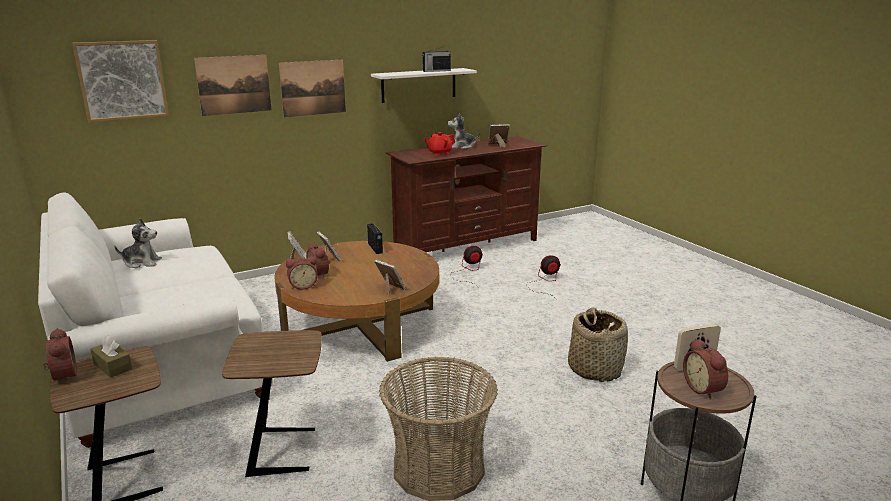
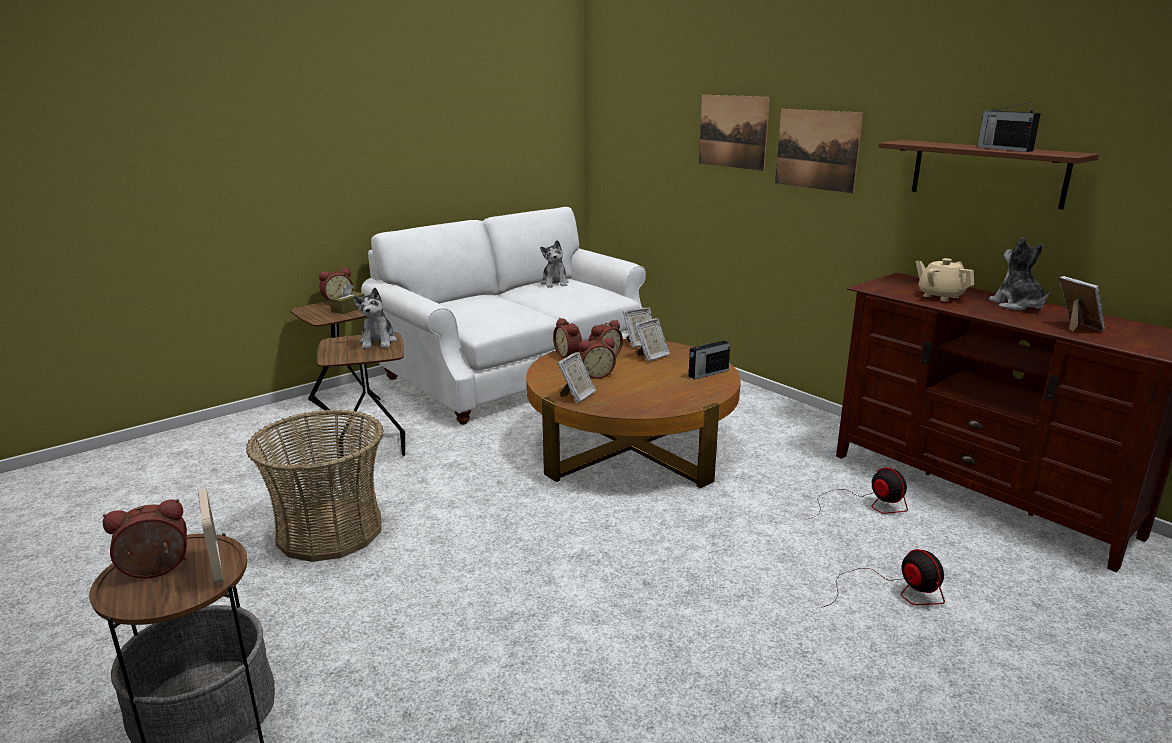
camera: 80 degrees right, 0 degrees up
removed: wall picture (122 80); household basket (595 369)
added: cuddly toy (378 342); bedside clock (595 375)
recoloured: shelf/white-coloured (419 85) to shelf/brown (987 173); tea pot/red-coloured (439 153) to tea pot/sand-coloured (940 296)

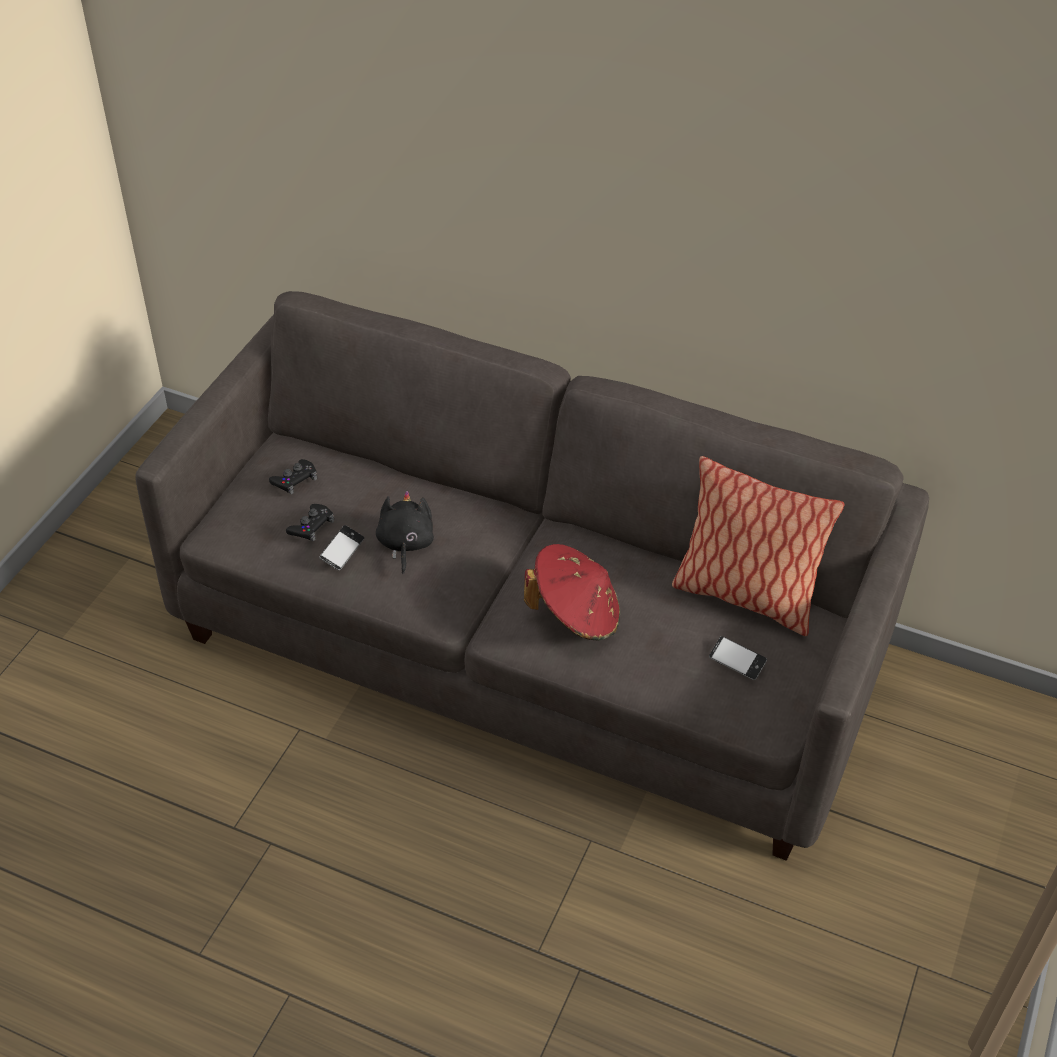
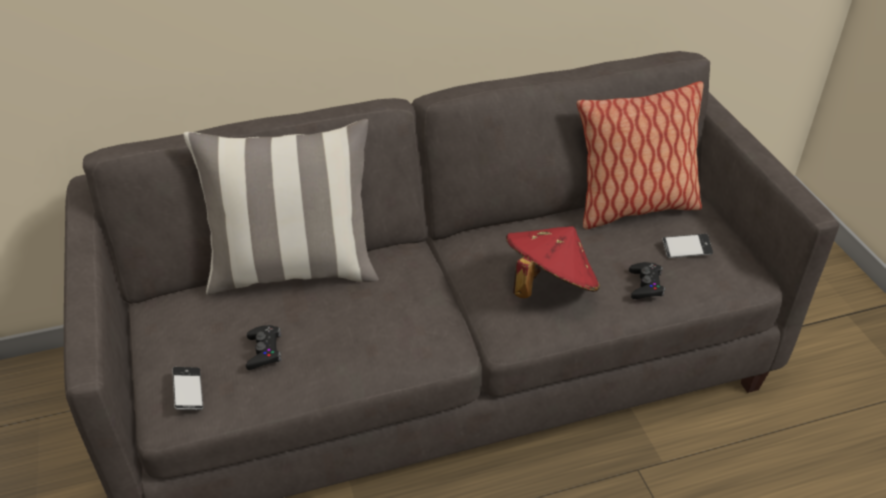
camera: 40 degrees left, 5 degrees down
removed: cuddly toy/blackish (405 544)
added: throw pillow (294 270)
moved: joypad/blackish (295 480) to (645 285); telephone (342 551) to (188 391)

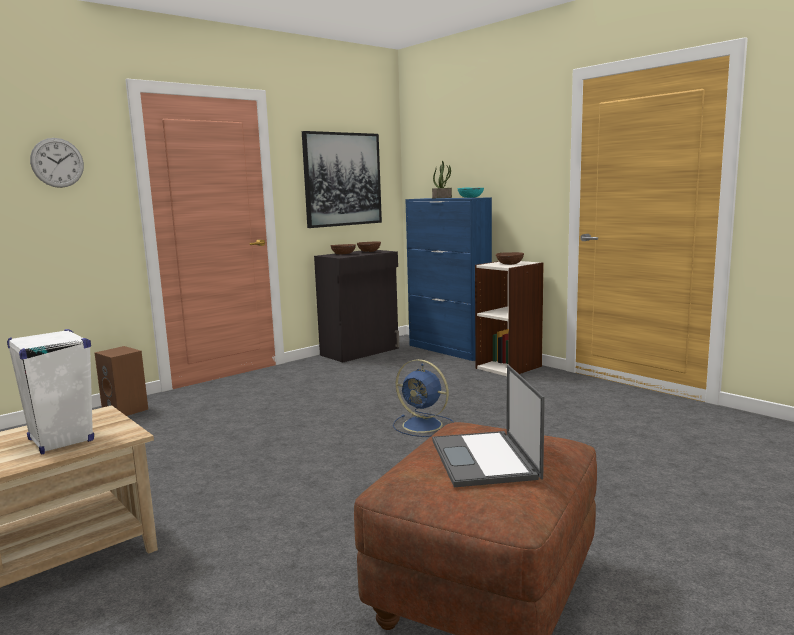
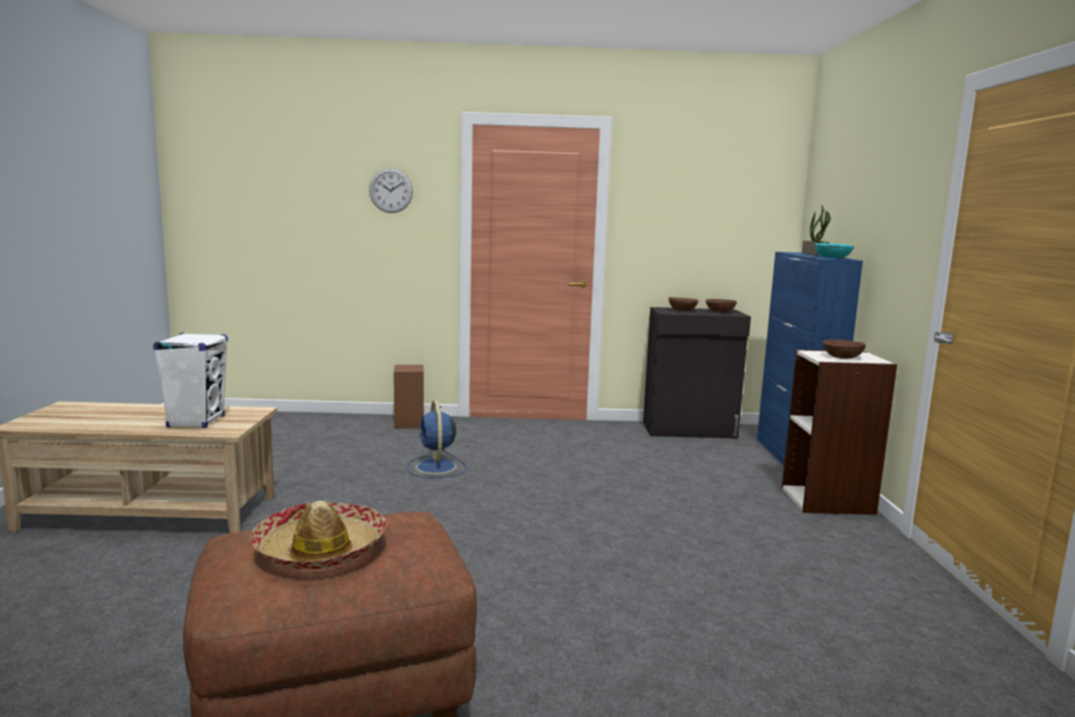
camera: 40 degrees right, 0 degrees up
removed: wall picture (342 179)
moved: fan/bluish (424 425) to (436 468)
replaced: portable computer (485 459) to clothing hat (321 549)

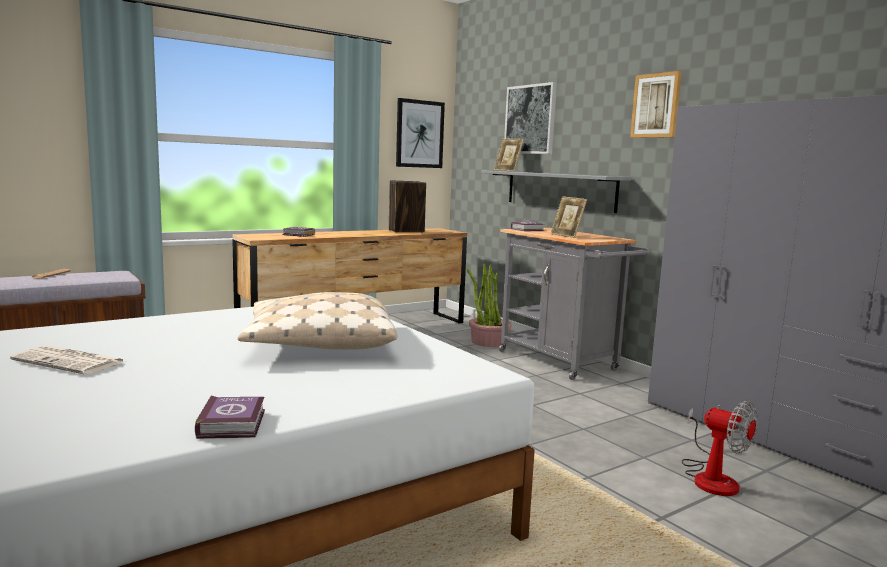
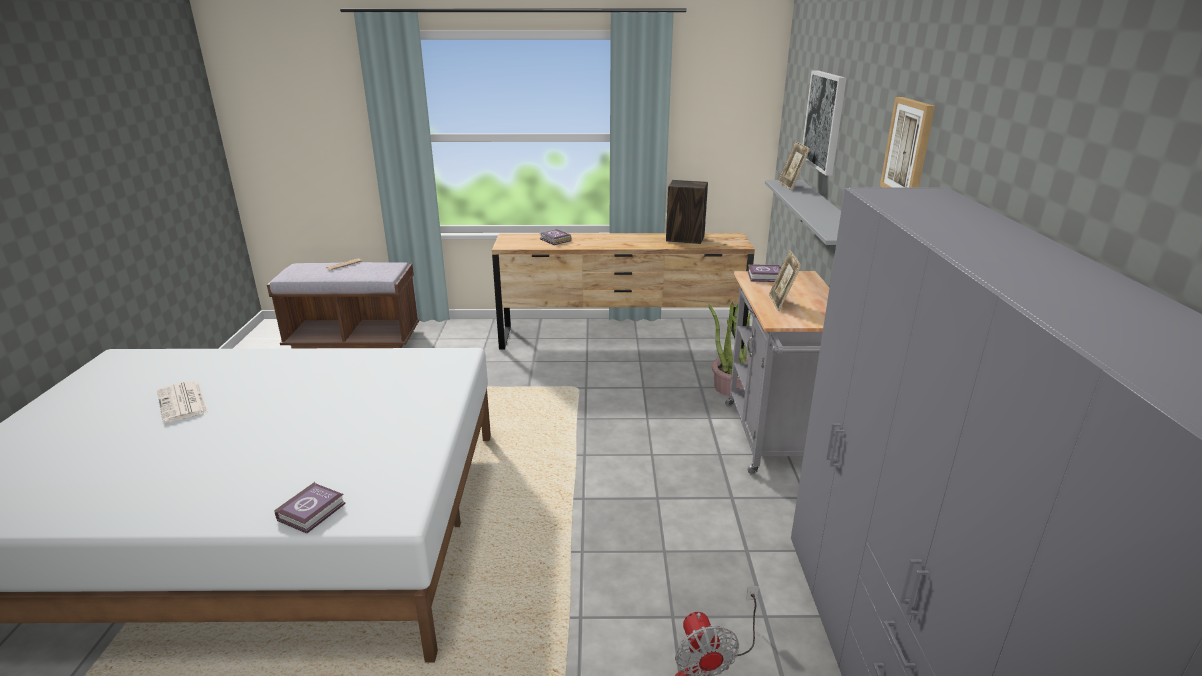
camera: 35 degrees right, 15 degrees up
removed: throw pillow/sand-coloured (318 342); wall picture (419 134)
moved: volume (234 423) to (313 511)

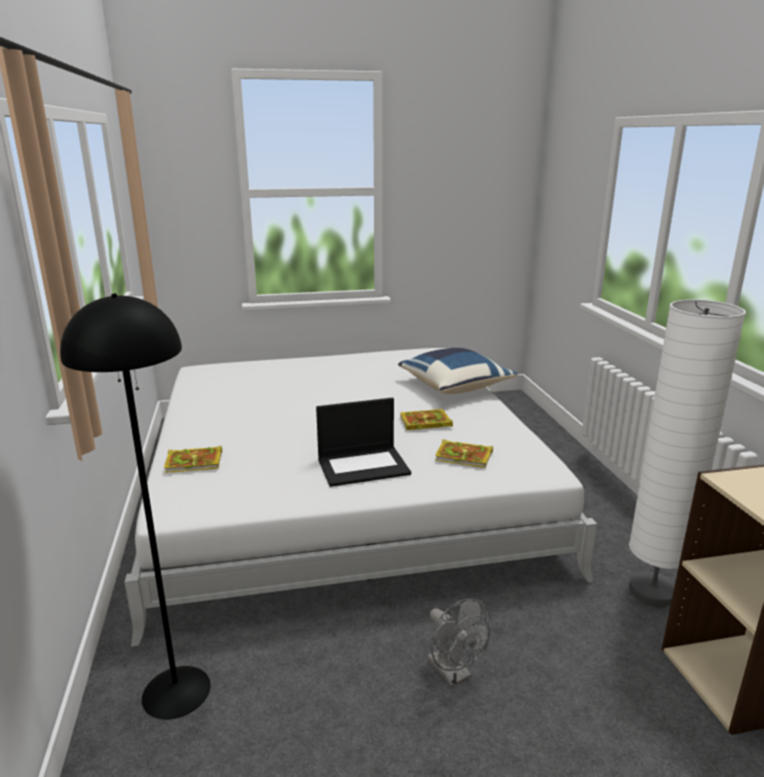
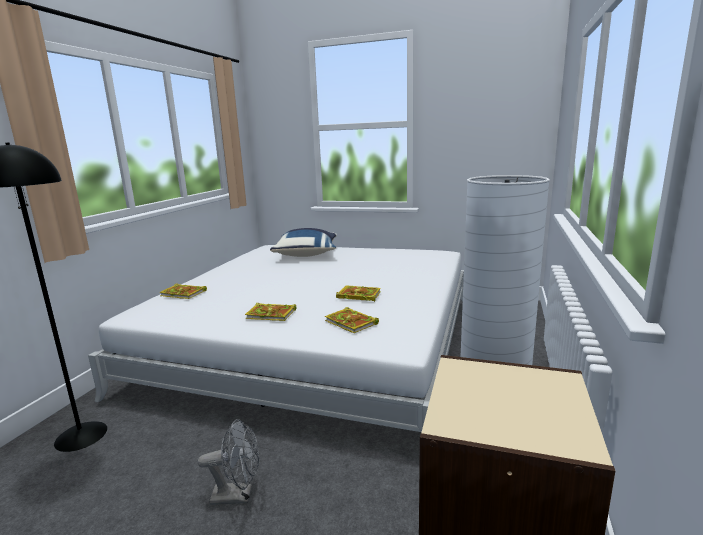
camera: 30 degrees right, 5 degrees down
moved: throw pillow/bluish (454 387) to (307 254)
replaced: portable computer (364 466) to volume (272 314)
turned: fan/greyish (454 673) = (238 495) 90 degrees counterclockwise

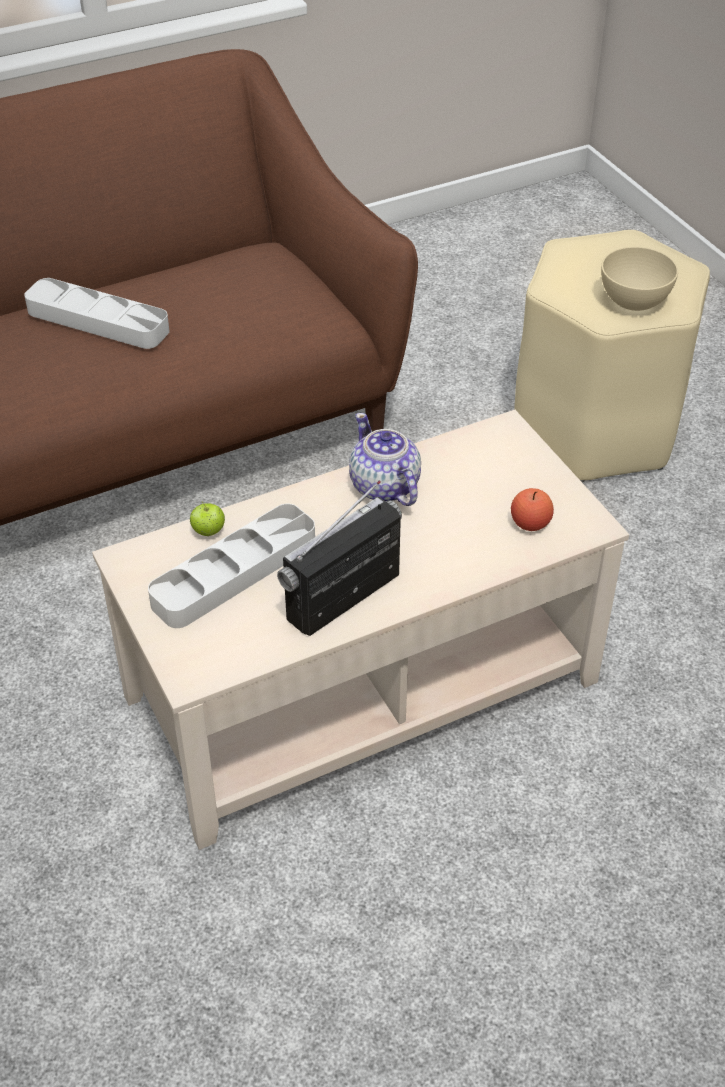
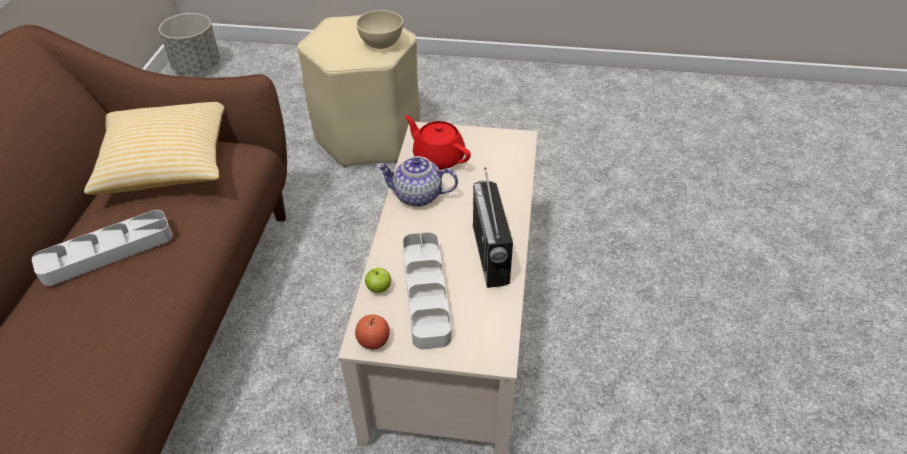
camera: 55 degrees left, 0 degrees up
added: throw pillow (167 165); plant pot/greyish (197 67); tea pot/red-coloured (438 157)
moved: whole apple (530 523) to (373 341)

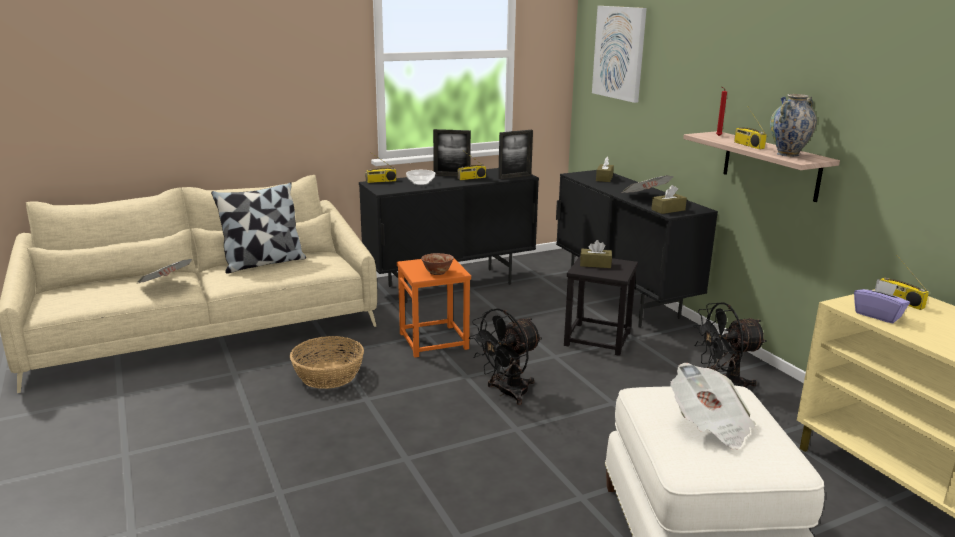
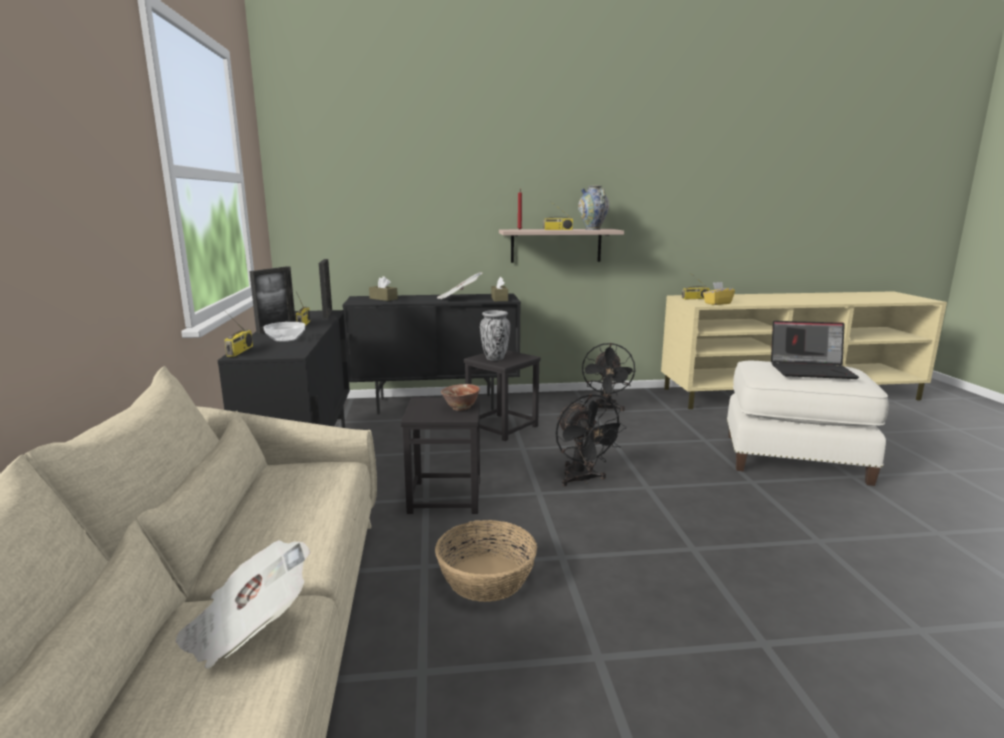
camera: 70 degrees left, 5 degrees down
removed: throw pillow (263 263); wall picture (619 53)
replaced: tissue box/brown (595 264) to vase (495 358); daily paper (710 425) to portable computer (812 370)
recoloured: sitting stool/orange-coloured (434 341) to sitting stool/blackish (445 496); tissue box/purple (878 315) to tissue box/yellowish (717 303)

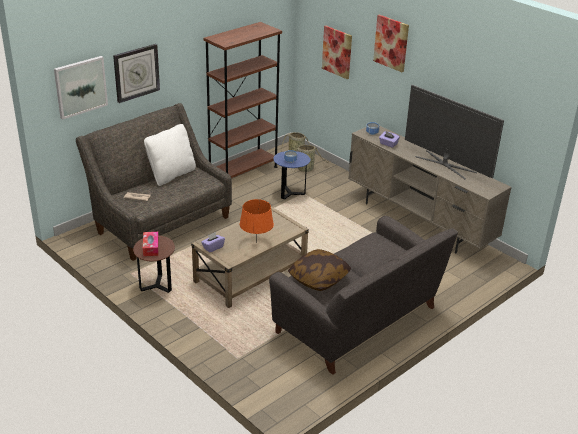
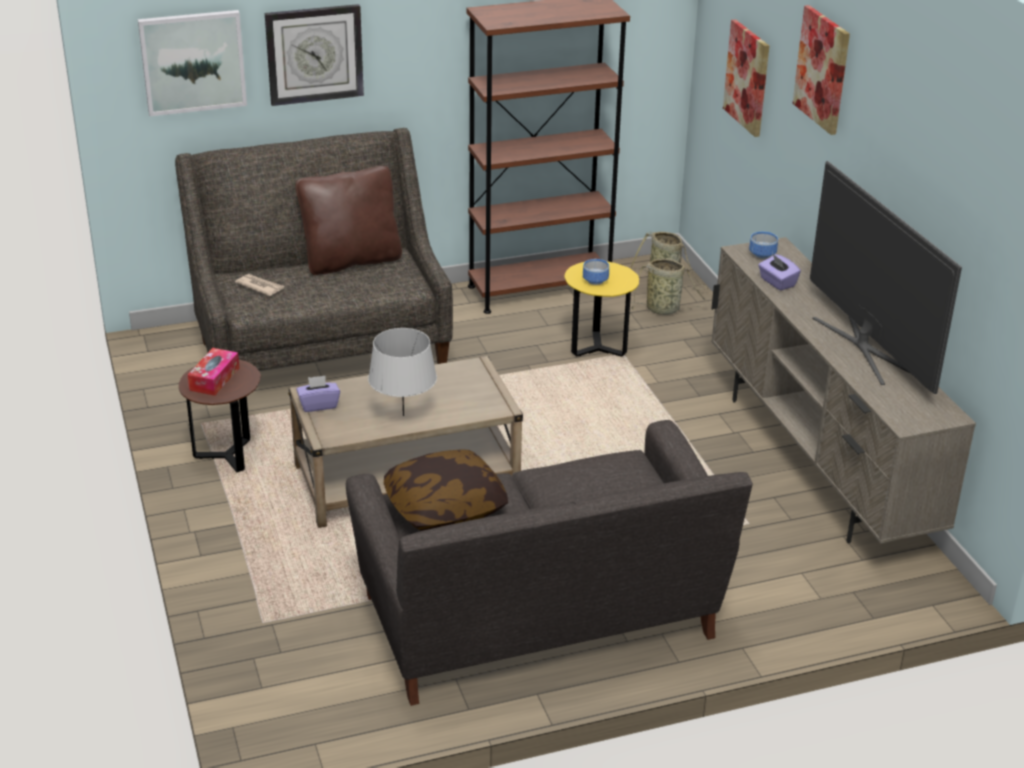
camera: 25 degrees right, 0 degrees up
recoloured: throw pillow/white-coloured (171 175) to throw pillow/brown (351 261); table lamp/orange-coloured (256 243) to table lamp/greyish (403 415); end table/bluish (290 193) to end table/yellowish (598 348)

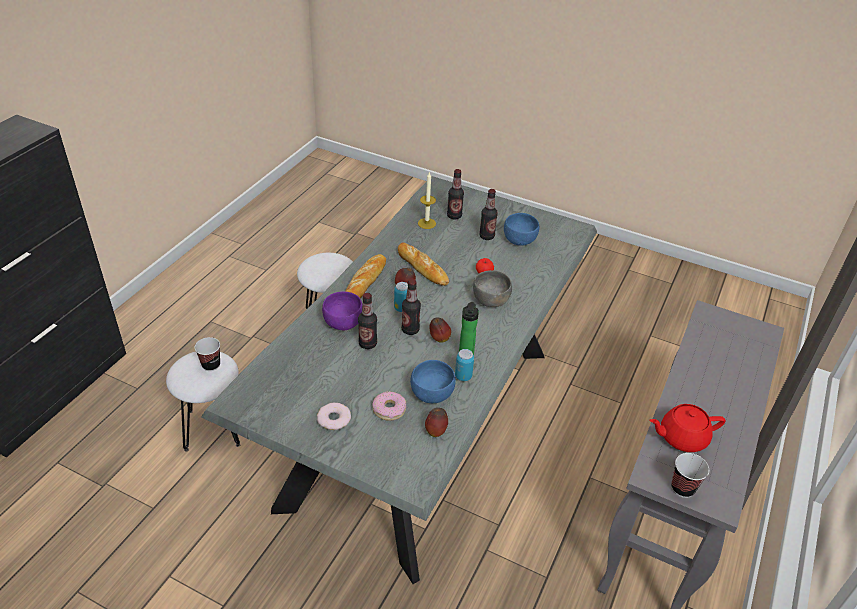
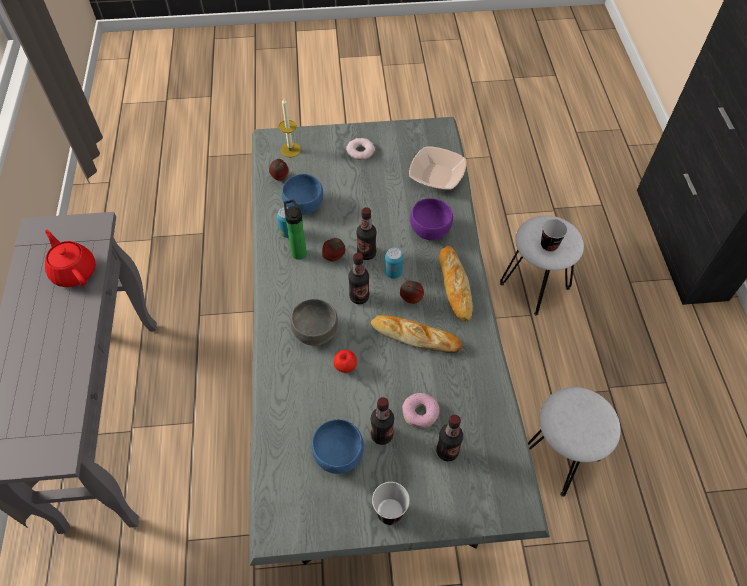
camera: 150 degrees right, 15 degrees up
added: bowl (437 176)
moved: bottle (367 344) to (359 297); ring doughnut (389 409) to (420 413); candle (426 223) to (290 150); cup (682 488) to (390 512)
turned: tea pot/red-coloured (681 437) = (74 271) 90 degrees counterclockwise

